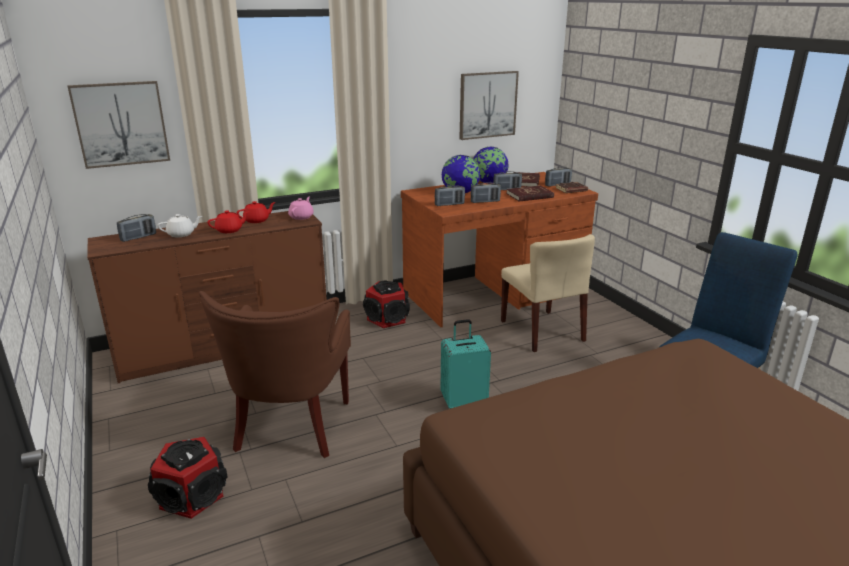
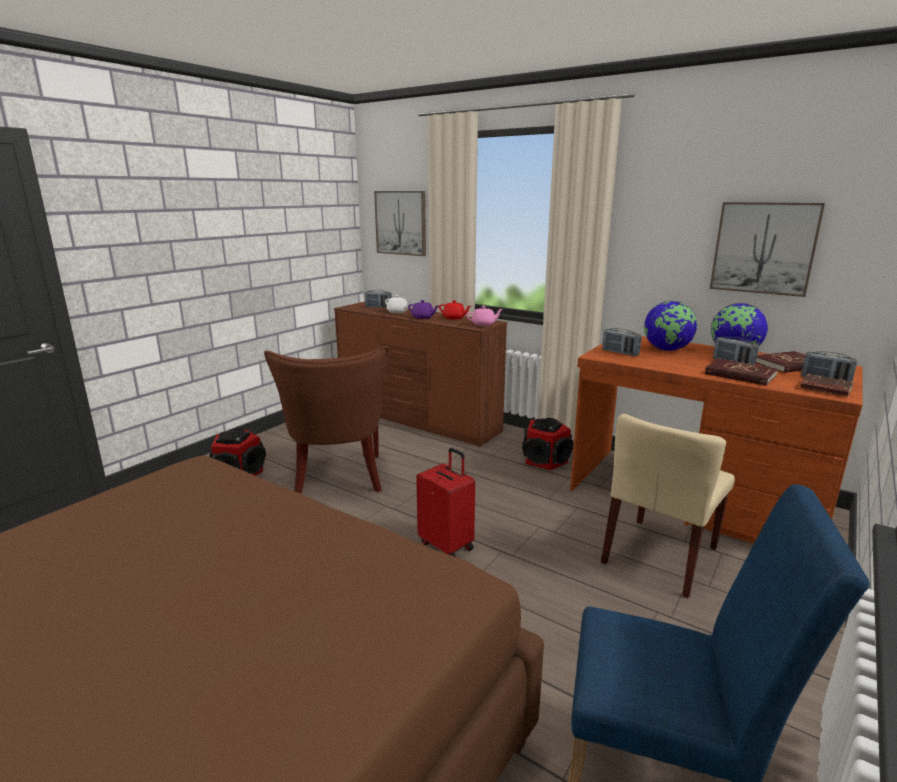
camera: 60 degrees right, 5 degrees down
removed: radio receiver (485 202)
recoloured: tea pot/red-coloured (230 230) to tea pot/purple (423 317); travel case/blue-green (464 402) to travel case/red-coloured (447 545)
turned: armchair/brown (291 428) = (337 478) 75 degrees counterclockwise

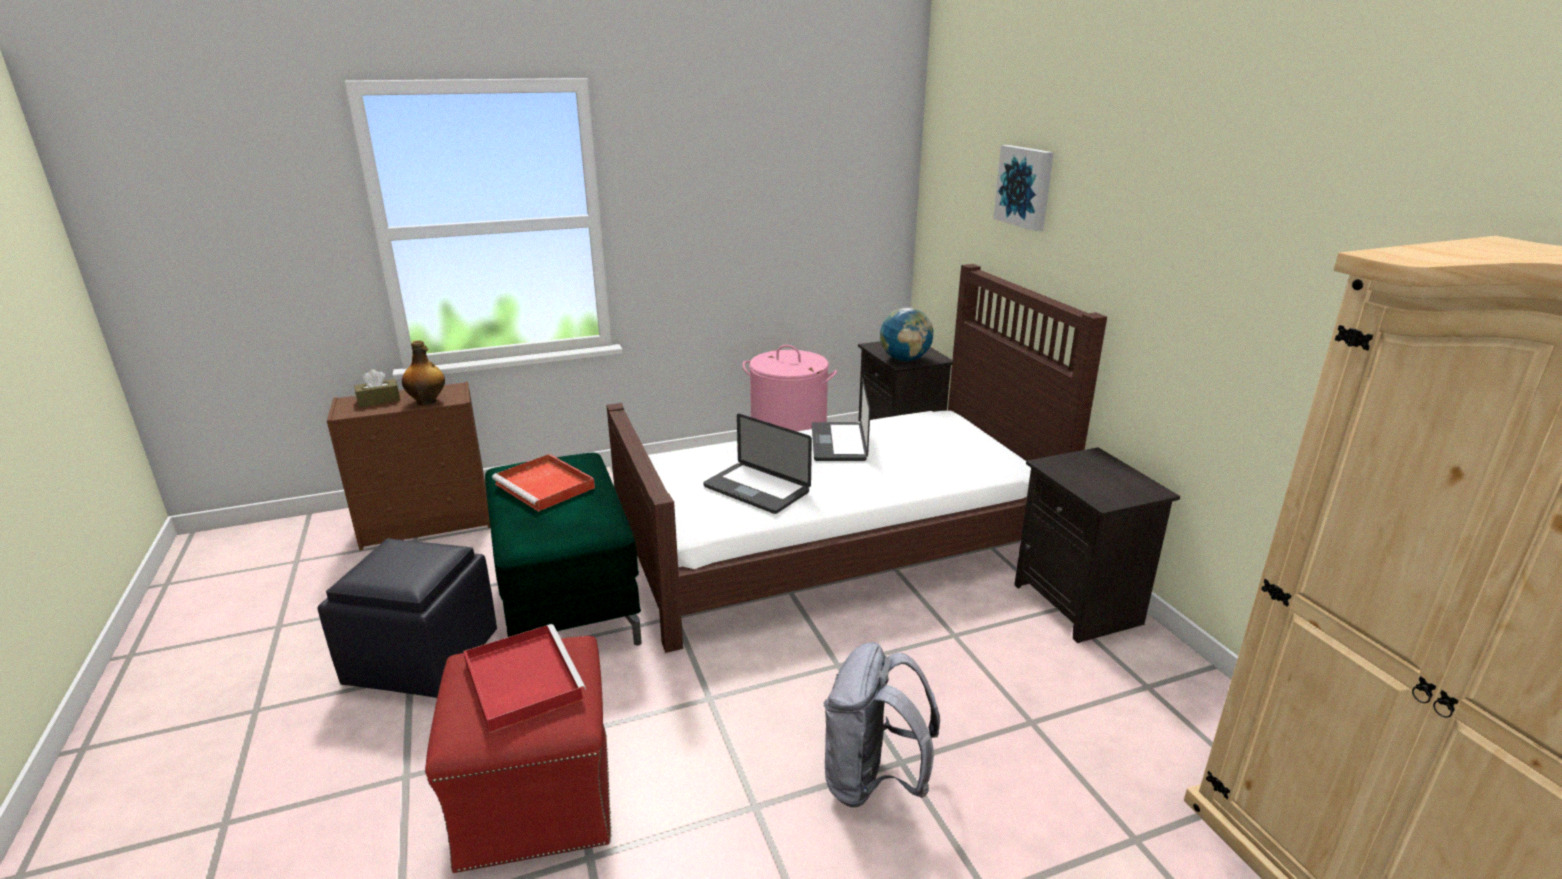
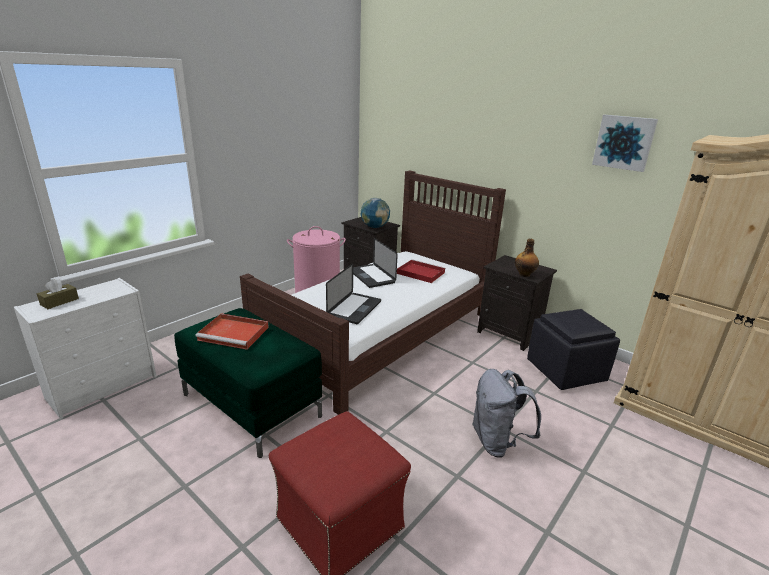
camera: 30 degrees left, 0 degrees up
moved: footrest/blackish (424 657) to (565 370); bottle (427 401) to (524 274); serving tray/red-coloured (521 679) to (420 273); wall picture (1025 187) to (624 142)
recoloured: dresser/brown (429 524) to dresser/white-coloured (104 386)
turned: portable computer (756 489) = (354 309) 75 degrees counterclockwise

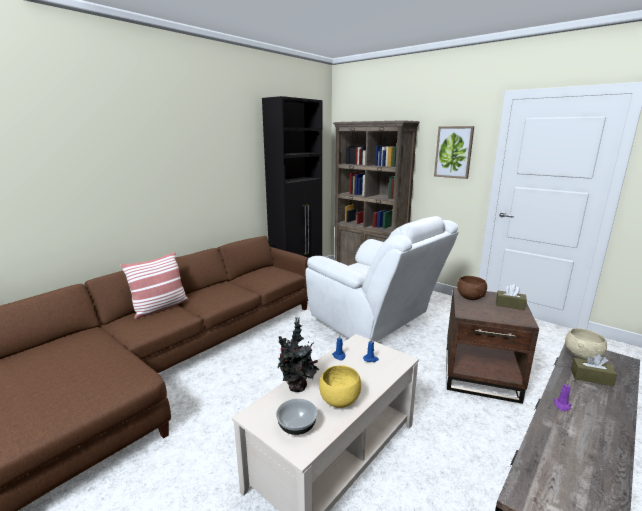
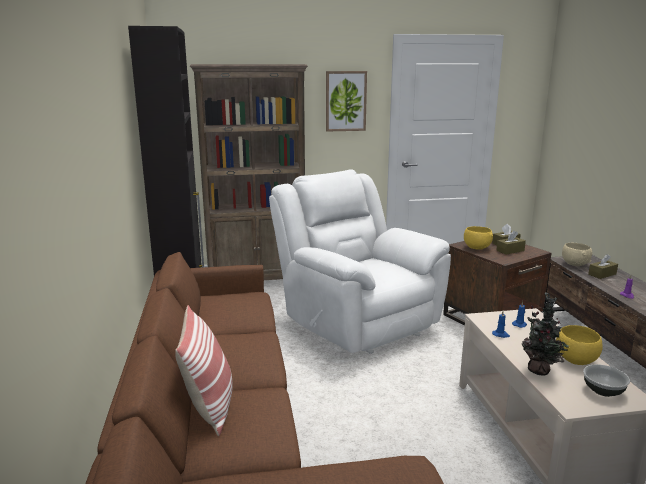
camera: 50 degrees left, 0 degrees up
added: tissue box/brown (510 250)
recoloured: bowl/brown (470 297) to bowl/yellowish (476 248)
turned: armchair/white-coloured (375 325) = (356 321) 120 degrees counterclockwise

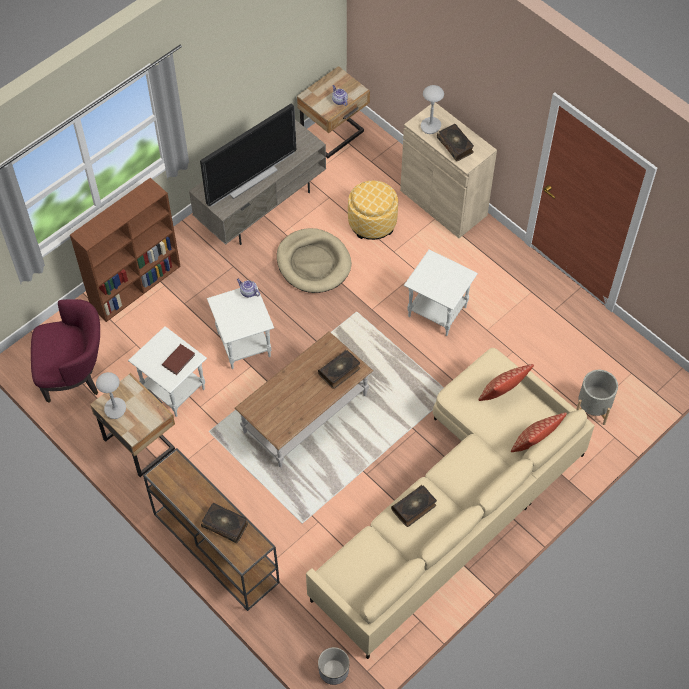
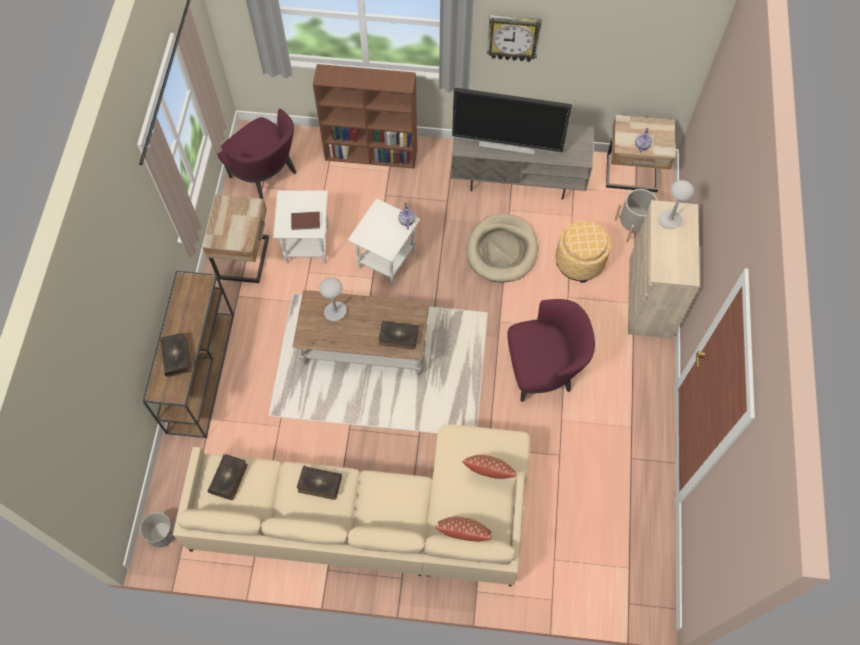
camera: 50 degrees right, 5 degrees up
added: clock on the wall (513 37)
moved: table lamp/greyish (115 409) to (335 312); volume (455 145) to (229 478); plant pot/greyish (593 407) to (633 226)
replaced: end table/white-coloured (438 312) to armchair/purple (543 370)

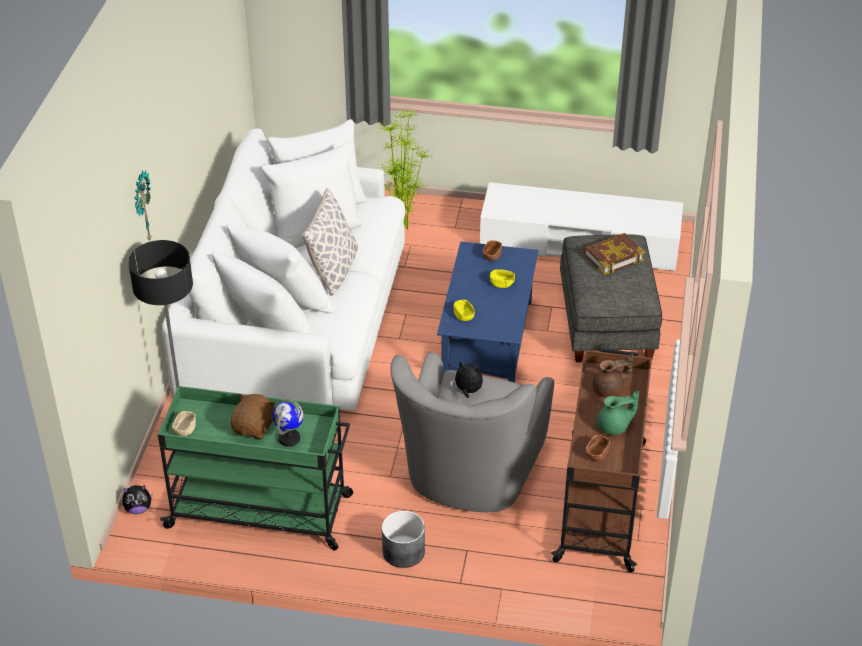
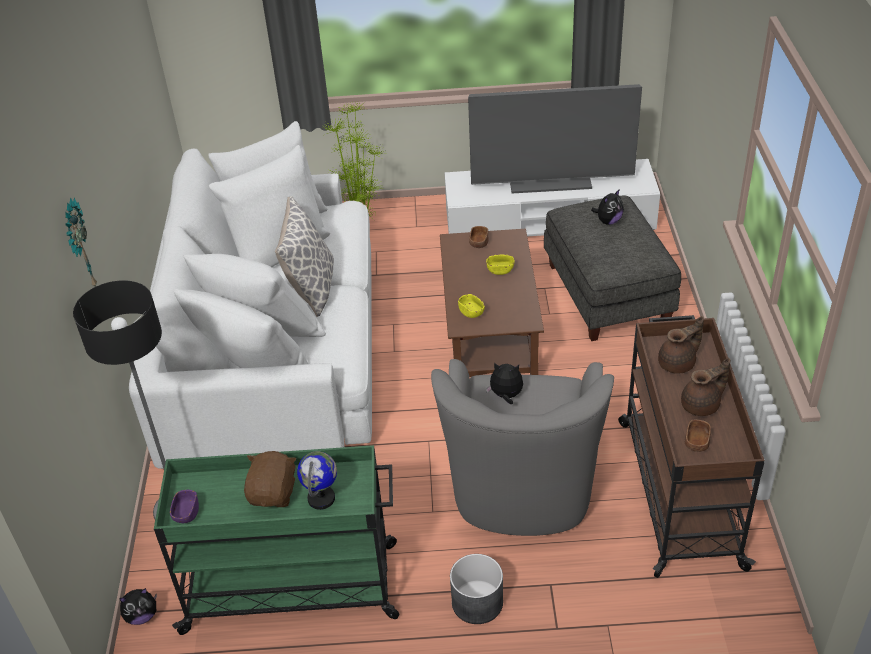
camera: 10 degrees left, 0 degrees up
added: TV set (550 179)
replaced: volume (613 257) to cuddly toy (608 221)
recoloured: bowl/sand-coloured (185 429) to bowl/purple (186 514); lounge table/bluish (487 340) to lounge table/brown (489 336); tea pot/green-coloured (614 426) to tea pot/brown (702 405)

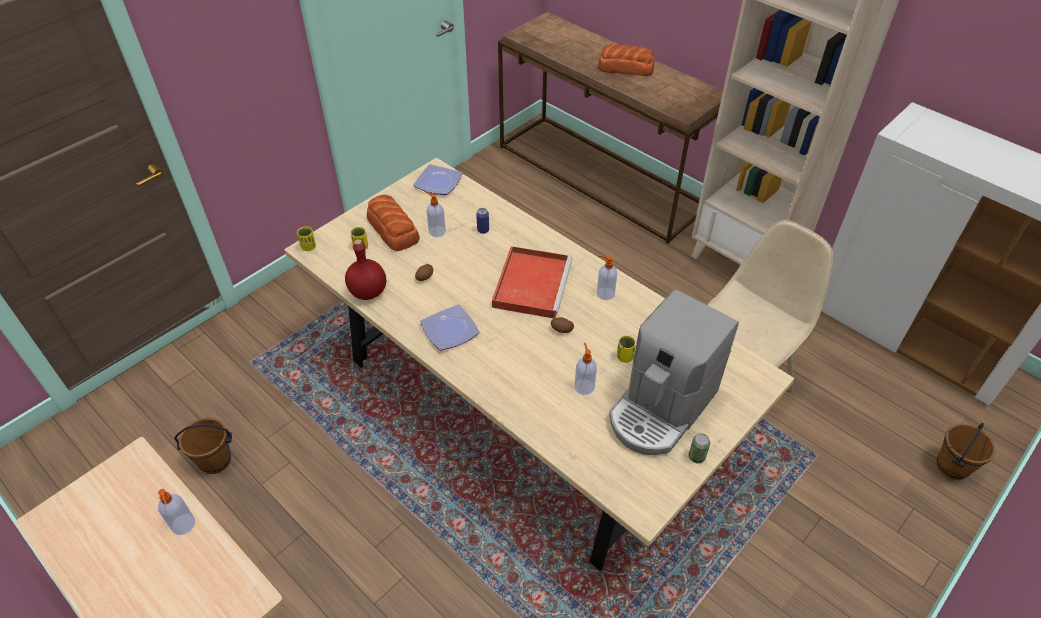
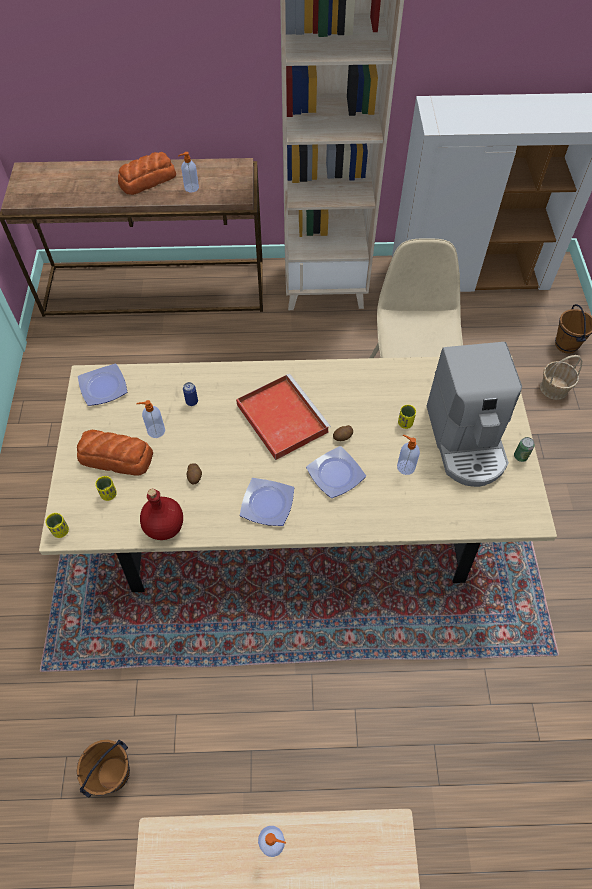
camera: 45 degrees left, 10 degrees up
added: plate (334 474); household basket (553 388)
moved: soap dispenser (604 293) to (191 188)

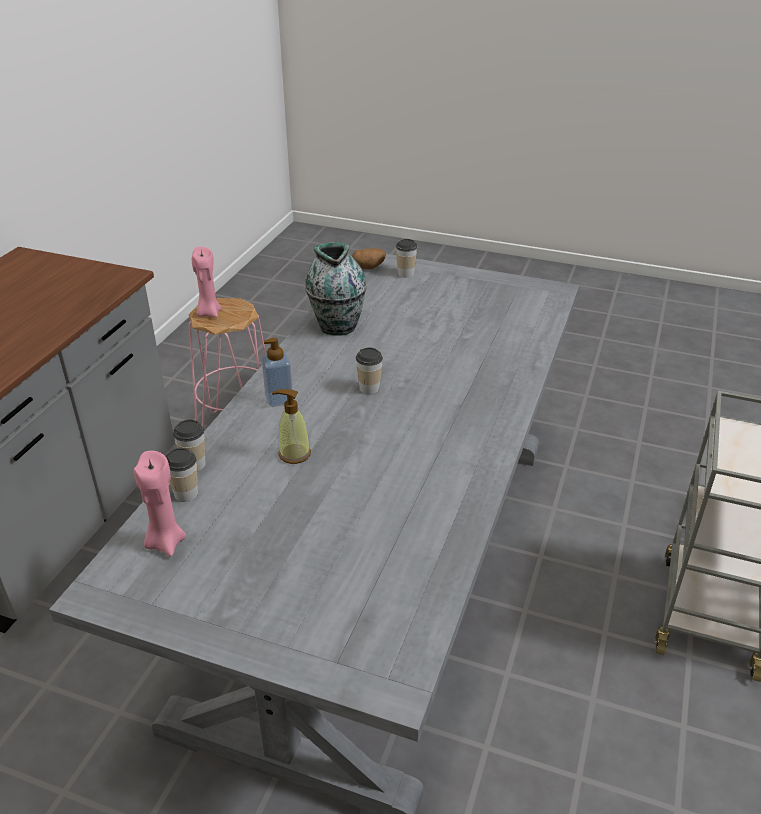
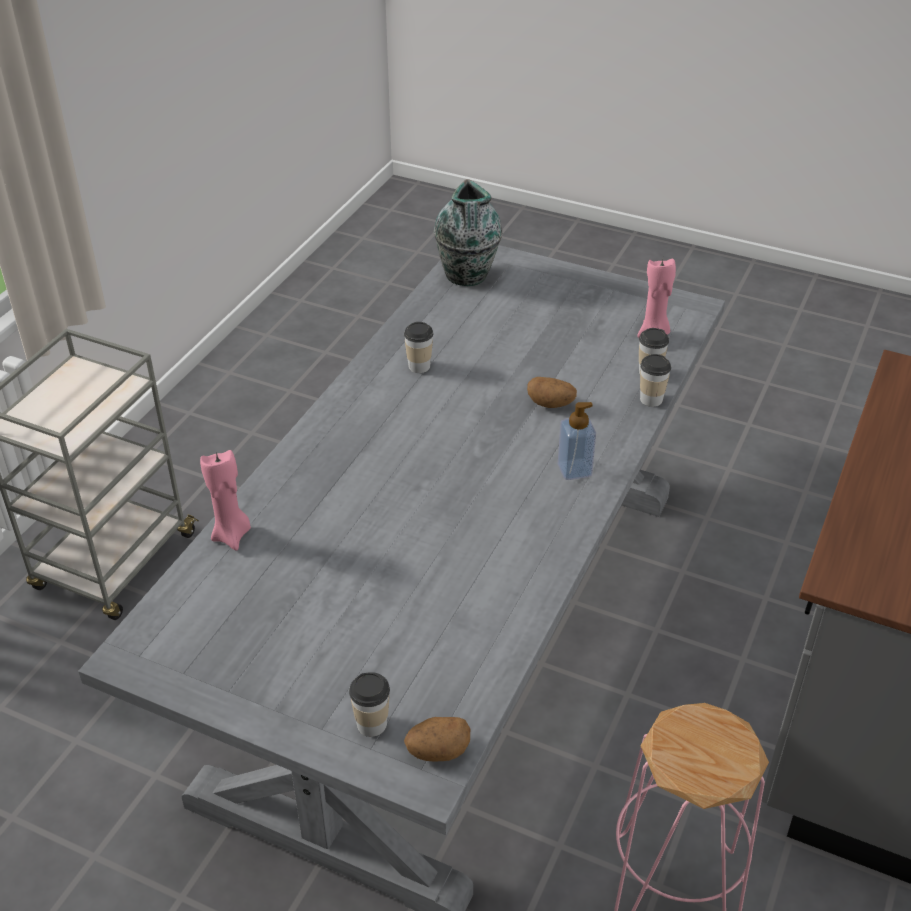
camera: 175 degrees left, 5 degrees up
moved: candle/pinkish (209 313) to (232 535); vase (337 326) to (467 276); cup (369 388) to (419 366)
replaced: soap dispenser (294 454) to potato (551 404)

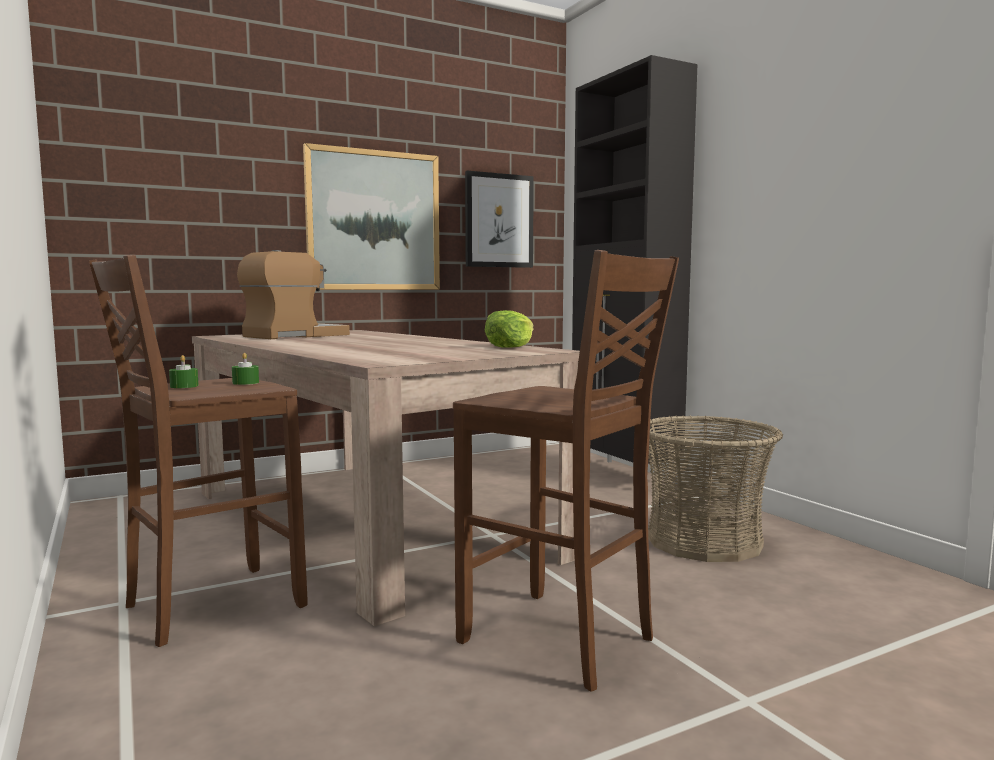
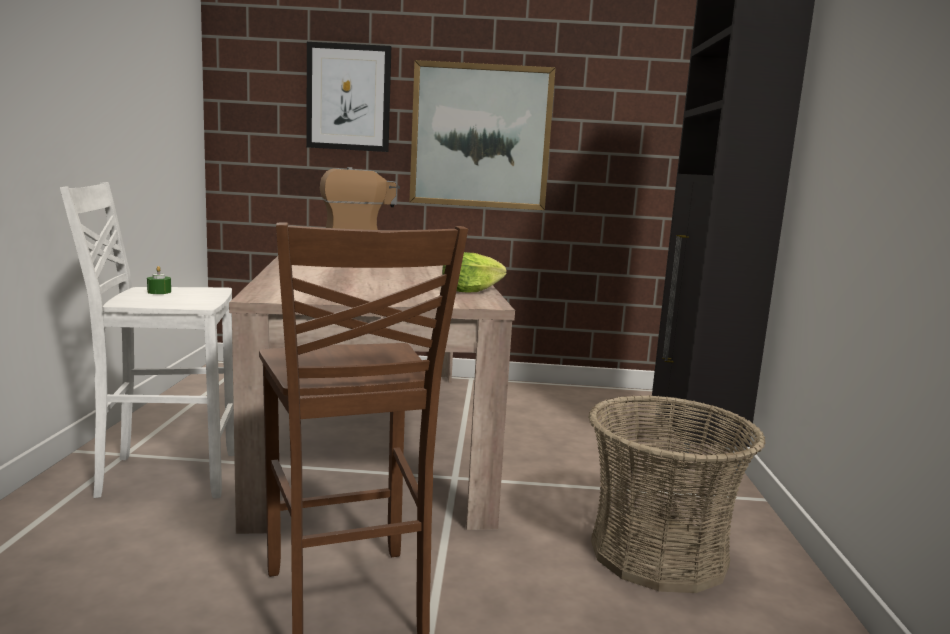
camera: 30 degrees right, 5 degrees up
removed: candle/green-coloured (245 383)
moved: wall picture (498 221) to (348 98)
recoloured: sitting stool/brown (209 605) to sitting stool/white-coloured (165 475)

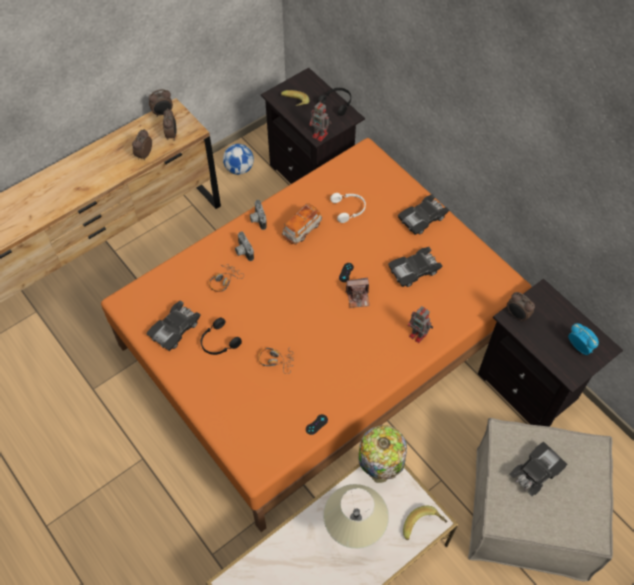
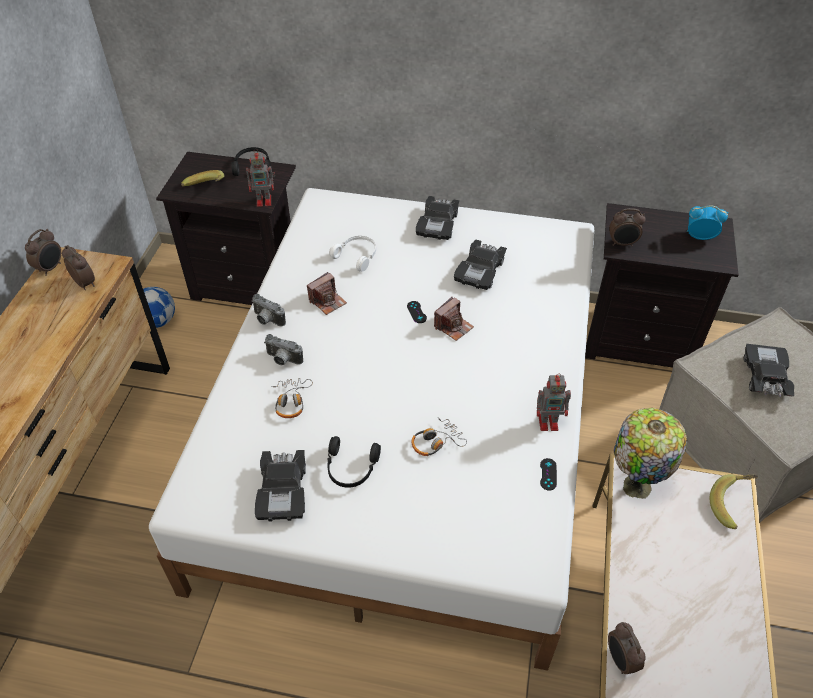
camera: 40 degrees left, 10 degrees down
removed: table lamp/sand-coloured (353 535)
moved: bedside clock (144 155) to (620 660); robot figure (418 335) to (549 422)
replaced: toy car (302 230) to still camera (327 301)
recoloured: sleeping bed/orange-coloured (318 341) to sleeping bed/white-coloured (407 430)

